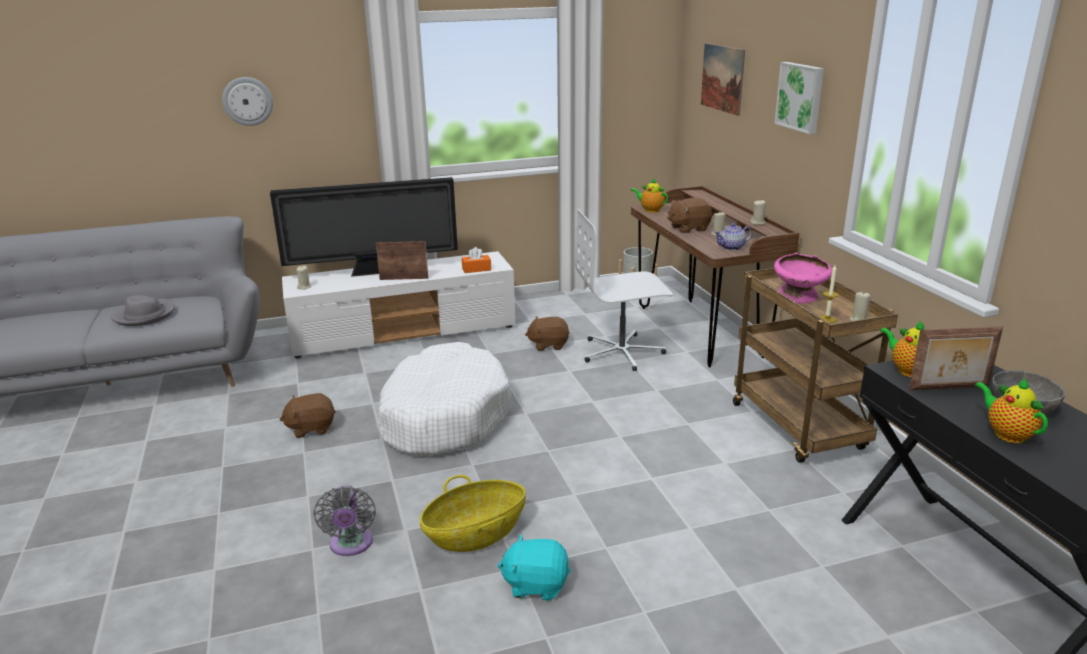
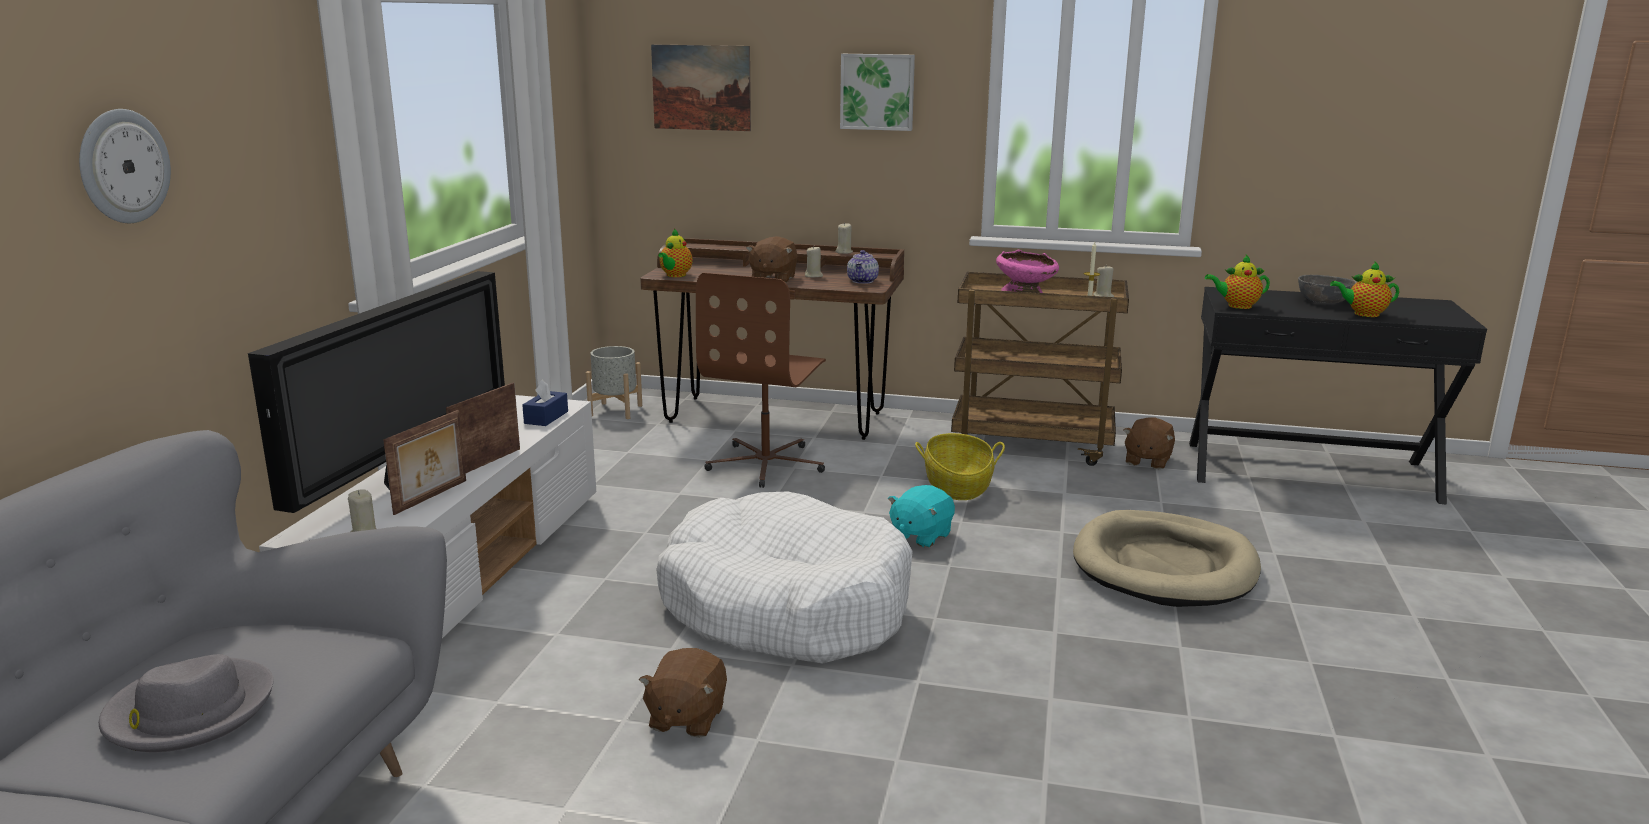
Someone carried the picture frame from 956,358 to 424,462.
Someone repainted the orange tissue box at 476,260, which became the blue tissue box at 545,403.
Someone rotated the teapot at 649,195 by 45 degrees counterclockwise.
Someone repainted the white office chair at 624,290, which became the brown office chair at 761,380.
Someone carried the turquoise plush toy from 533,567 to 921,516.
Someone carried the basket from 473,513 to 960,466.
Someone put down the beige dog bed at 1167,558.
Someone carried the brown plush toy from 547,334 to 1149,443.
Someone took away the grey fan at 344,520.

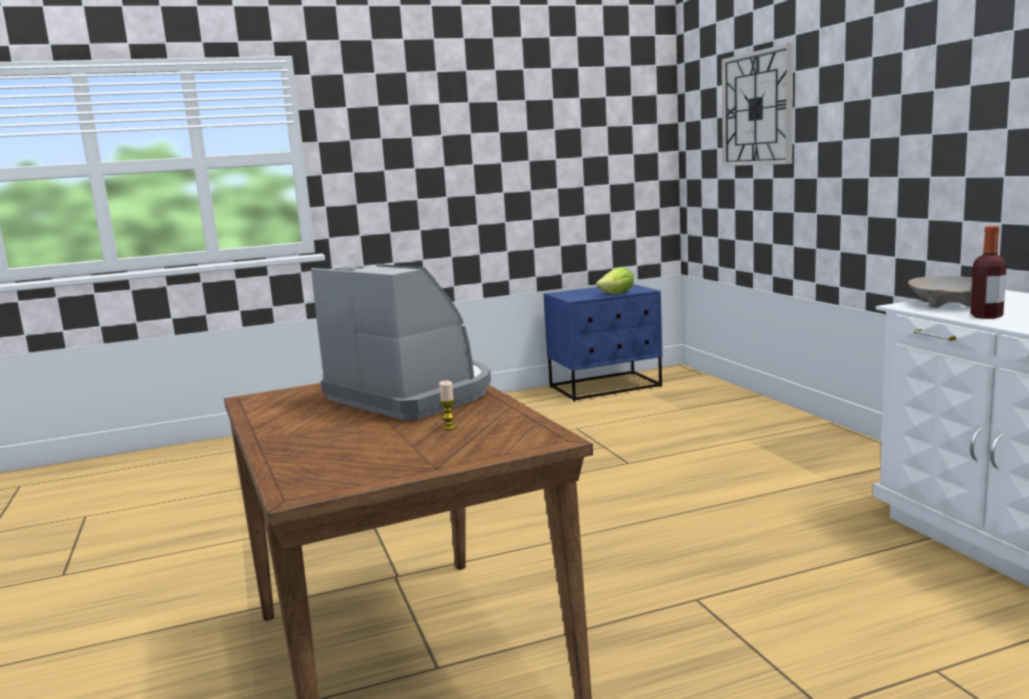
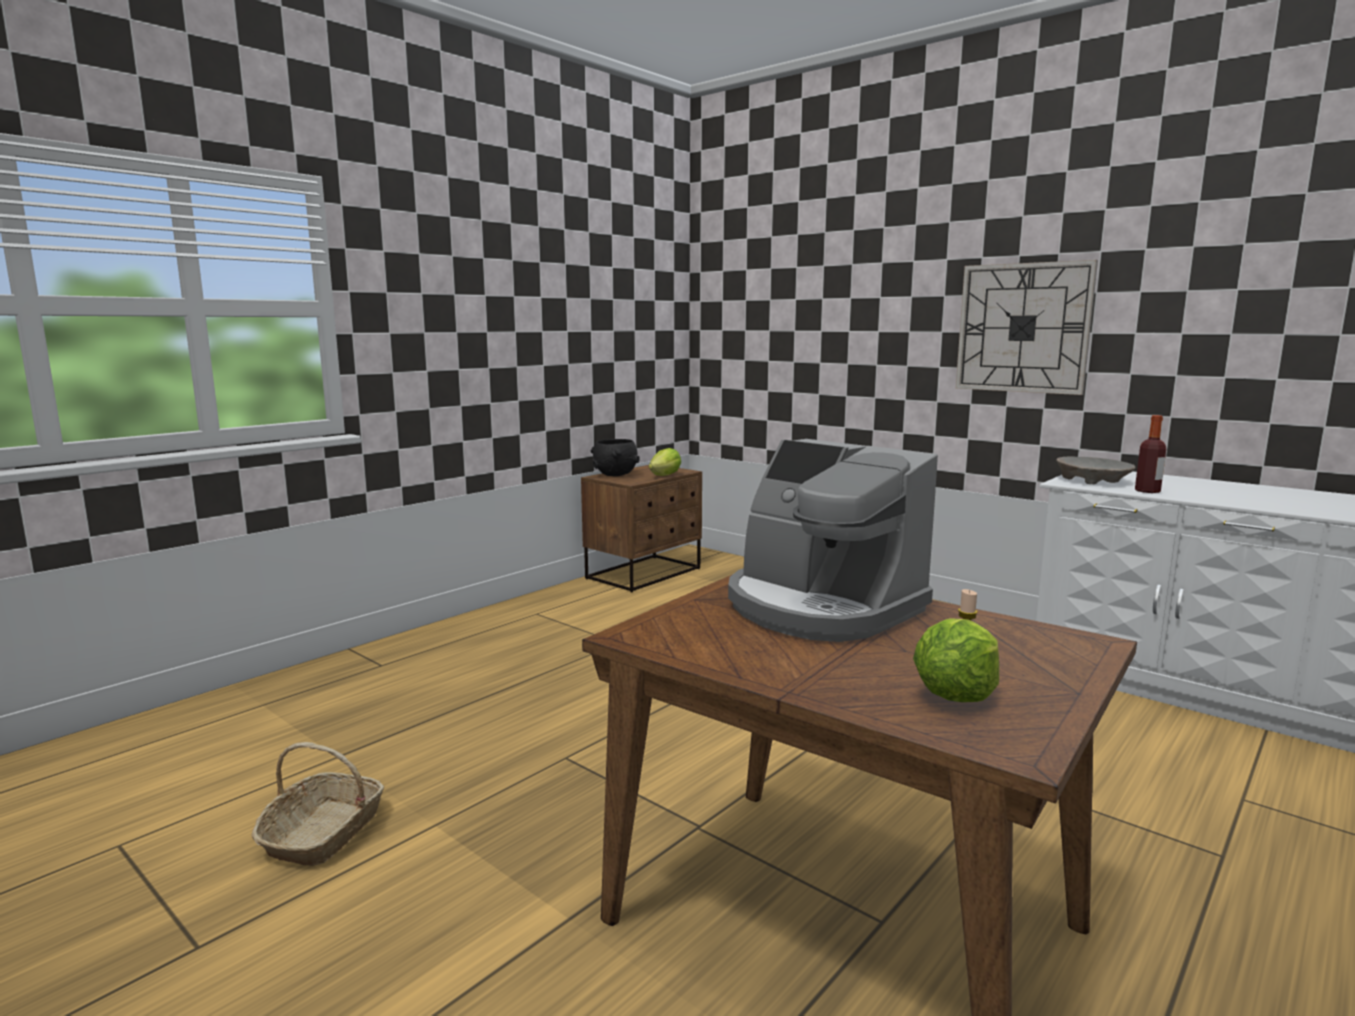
Someone put down the basket at 318,804.
Someone repainted the blue nightstand at 603,343, which became the brown nightstand at 641,529.
Someone put down the black bowl at 615,457.
Someone rotated the coffee machine at 401,342 by 150 degrees counterclockwise.
Someone put down the lettuce at 956,660.
Someone carried the wall clock from 757,104 to 1027,327.

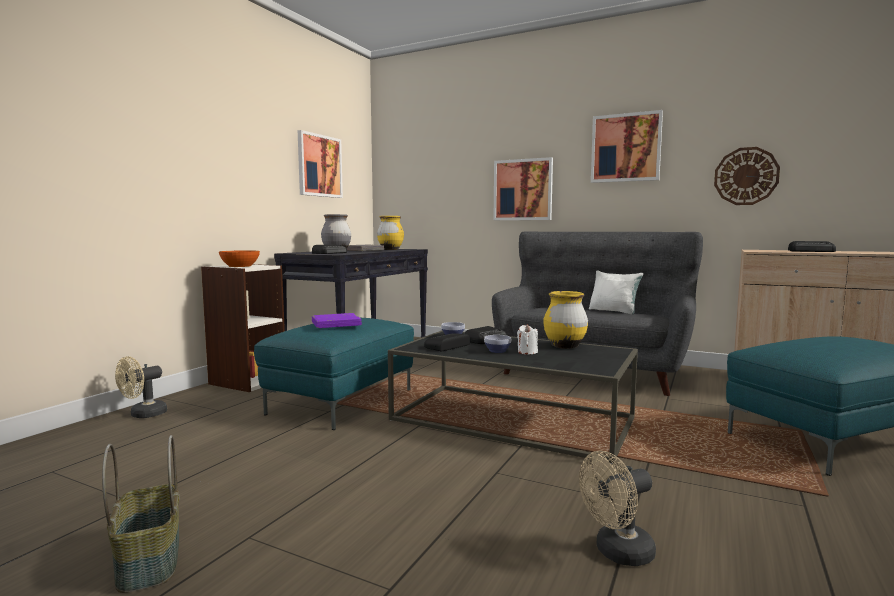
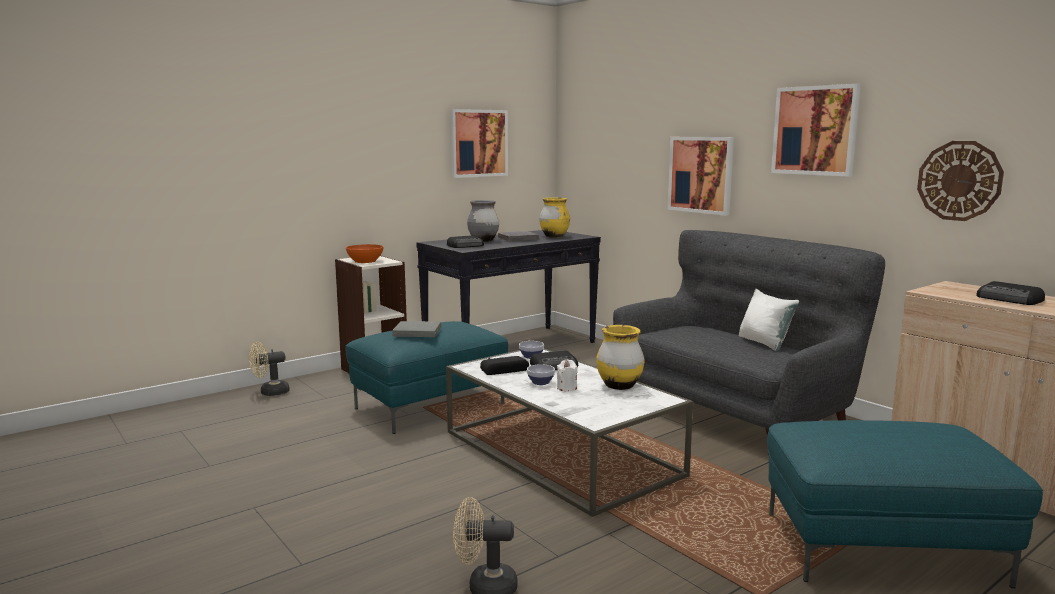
Someone repainted the purple book at 337,320, which became the grey book at 416,329.
Someone repainted the black coffee table at 513,397, which became the white coffee table at 569,432.
Someone took away the basket at 140,514.

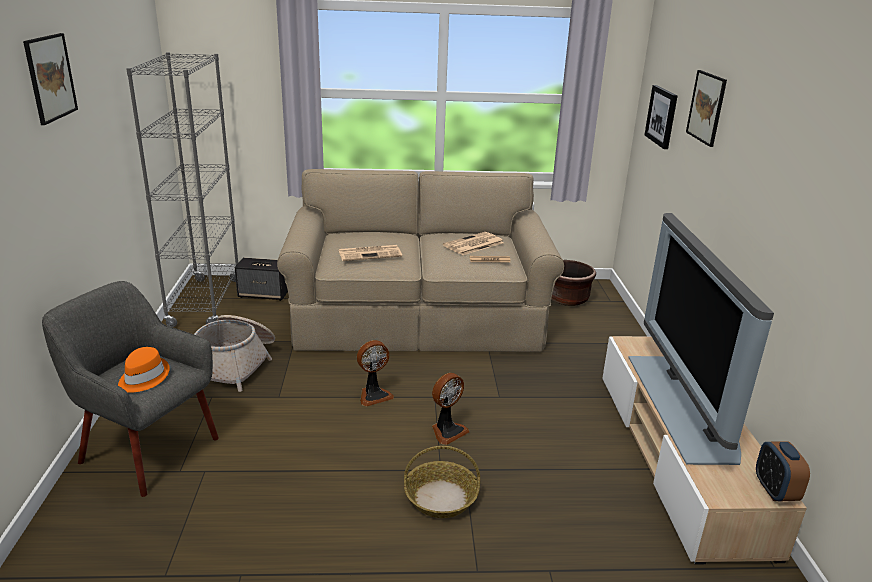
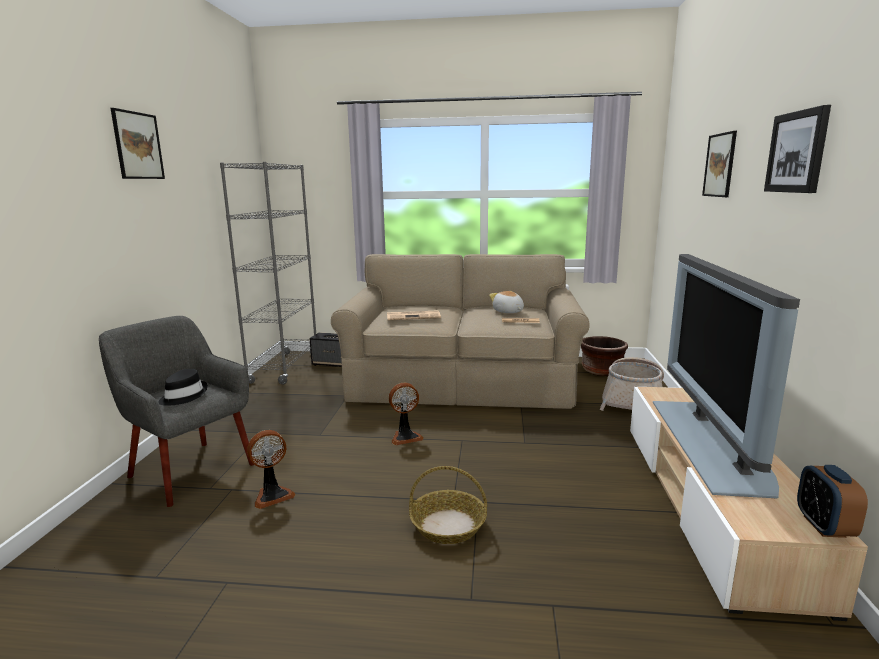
Someone repainted the orange hat at 144,370, which became the black hat at 183,387.
Someone carried the fan from 450,409 to 271,469.
Someone swapped the newspaper at 473,243 for the plush toy at 506,302.
Someone carried the basket from 234,353 to 632,384.
Someone carried the picture from 661,117 to 797,149.

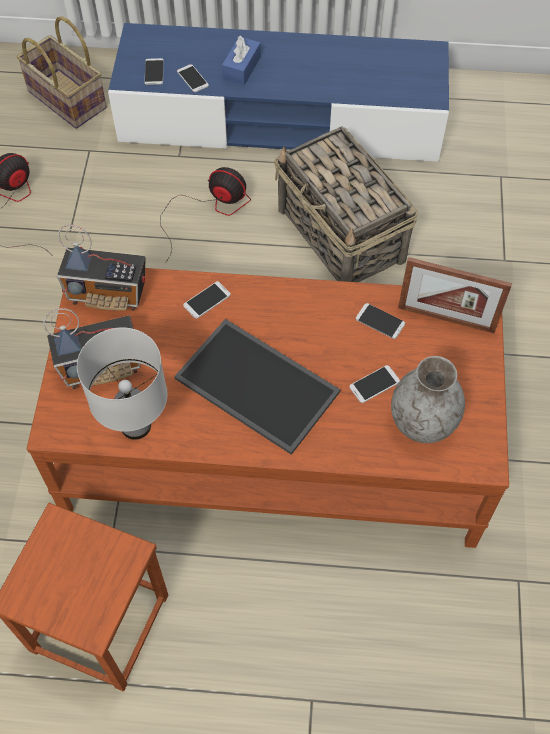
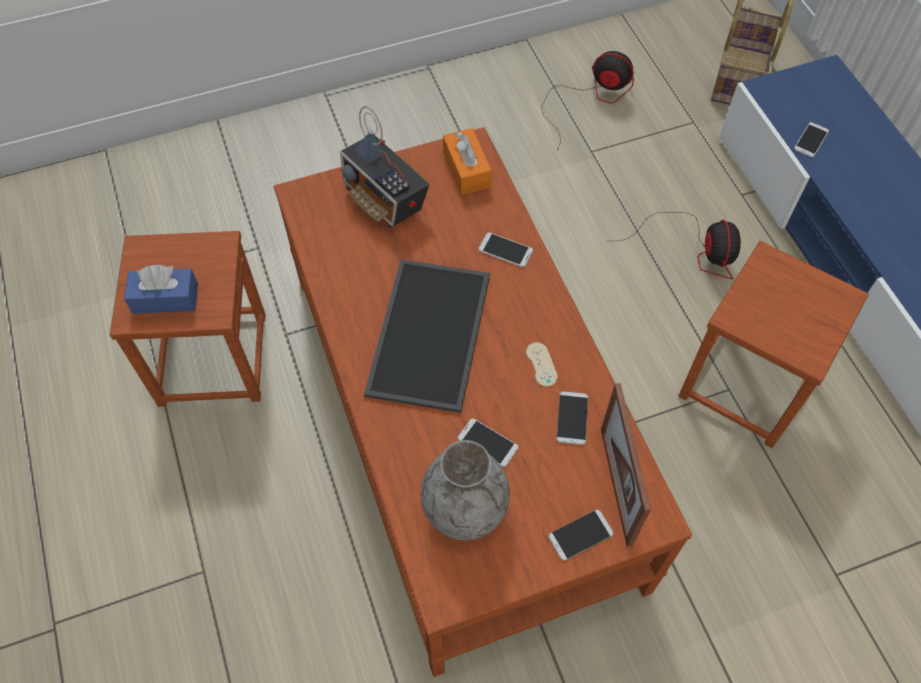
Someone carried the blue tissue box from 241,60 to 161,289.
Someone swapped the radio at 101,267 for the orange tissue box at 467,161.
Someone put down the beige game controller at 542,364.
Someone carried the phone from 154,71 to 580,535.
Someone swapped the basket at 346,204 for the brown stool at 774,344.
Someone took away the white table lamp at 122,383.

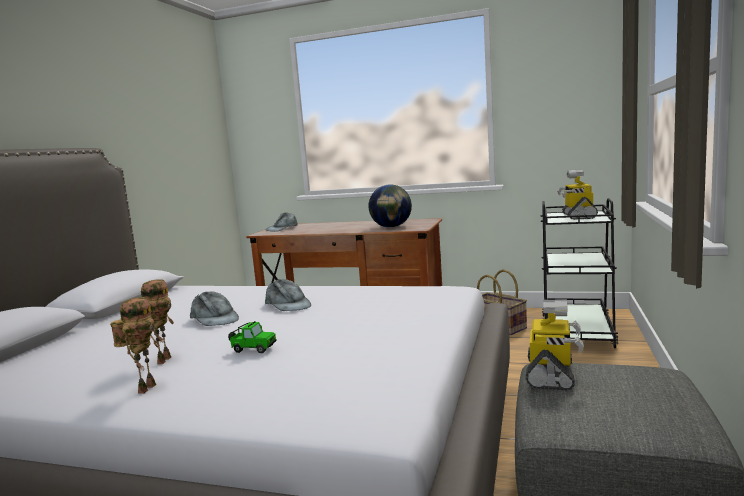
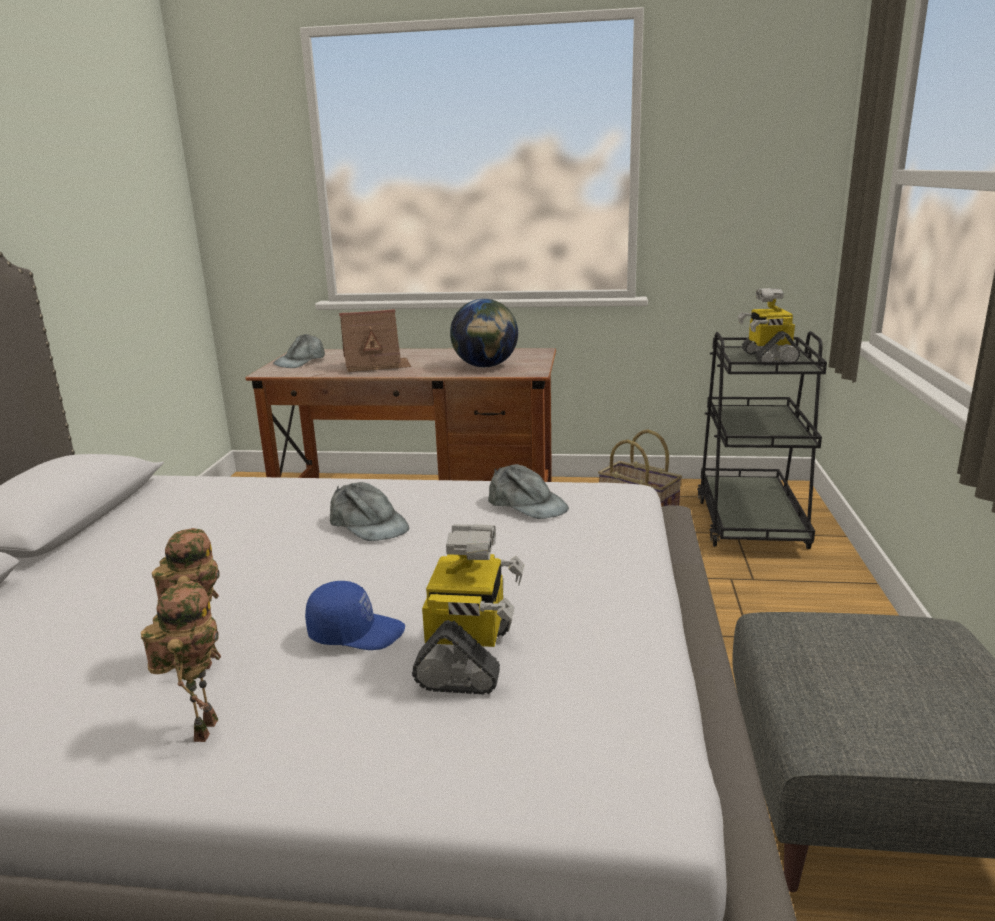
Someone swapped the toy car at 252,337 for the blue cap at 355,615.
Someone put down the toy house at 375,340.
Someone carried the toy robot from 555,344 to 468,609.
Someone carried the grey cap from 214,308 to 528,491.

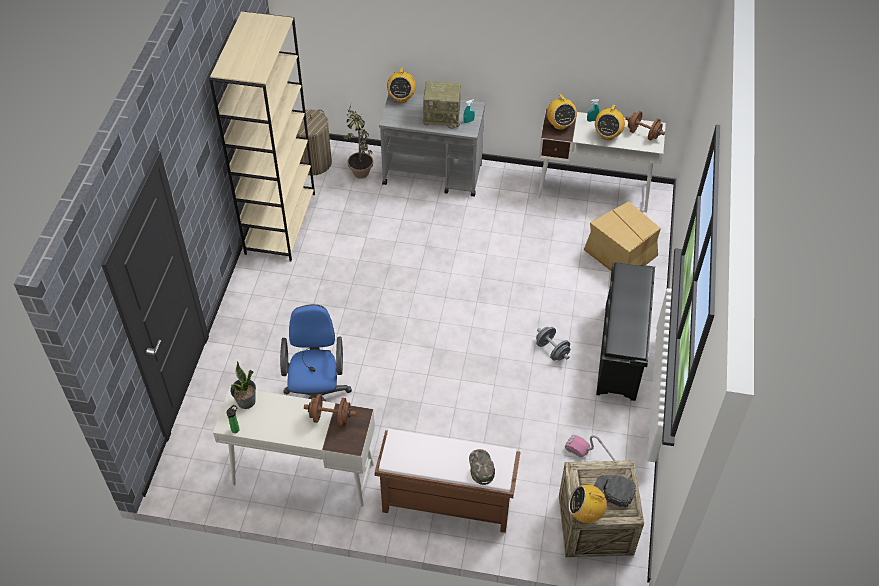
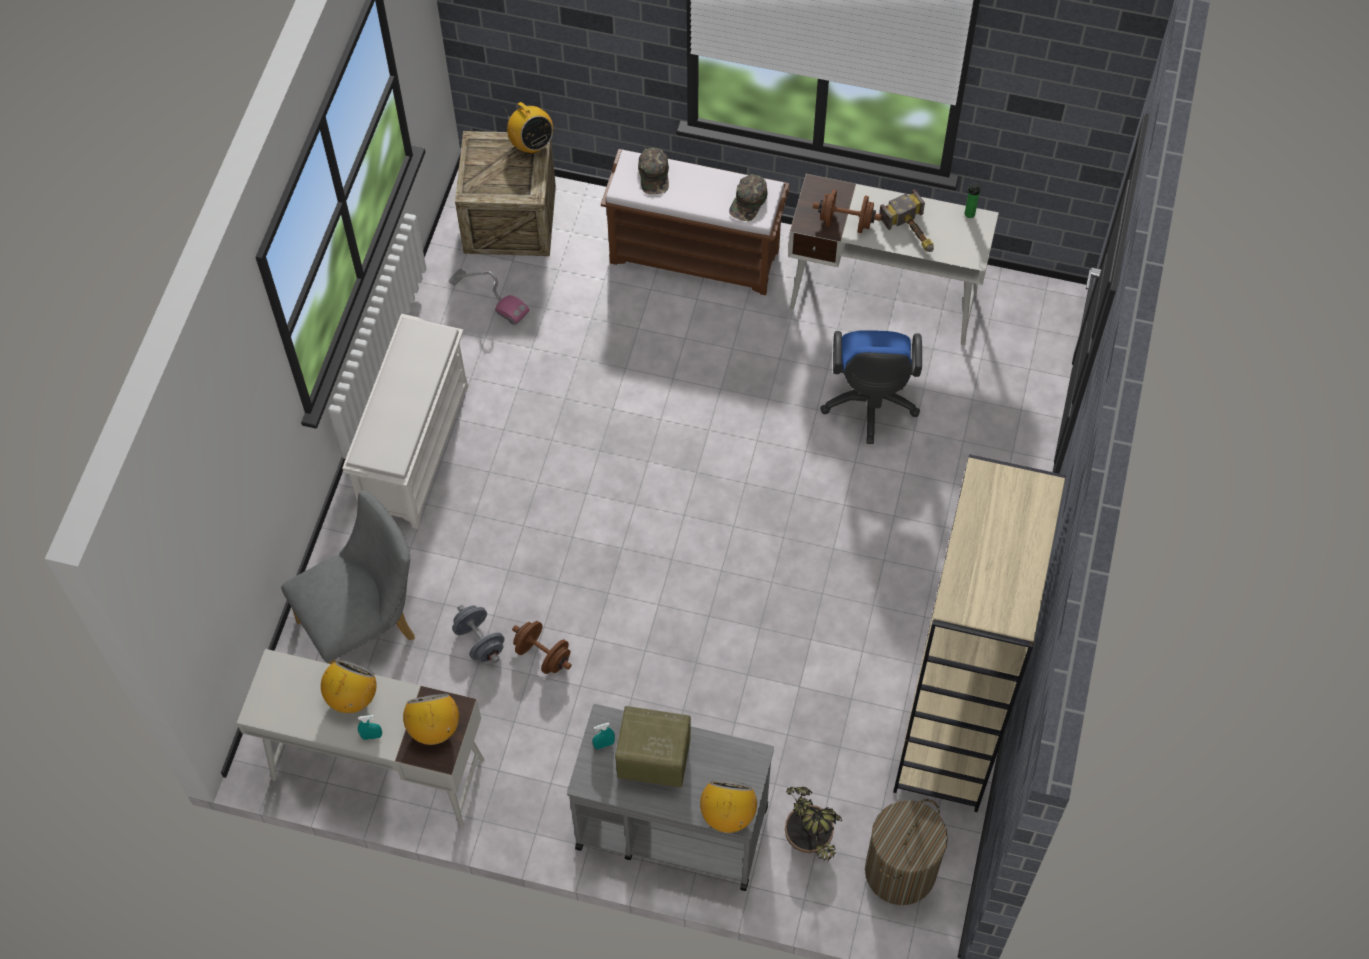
Someone swapped the cardboard box at 622,236 for the grey chair at 348,577.
Someone repainted the black shoe rack at 625,331, which became the white shoe rack at 405,421.
Someone carried the grey dumbbell from 553,344 to 478,634.
Someone rotated the radio at 587,504 by 45 degrees clockwise.
Someone carried the brown dumbbell from 645,126 to 542,647.
Someone put down the green cap at 748,197.
Someone put down the hammer at 906,220.
Someone took away the potted plant at 243,385.
Someone took away the black cap at 615,491.

